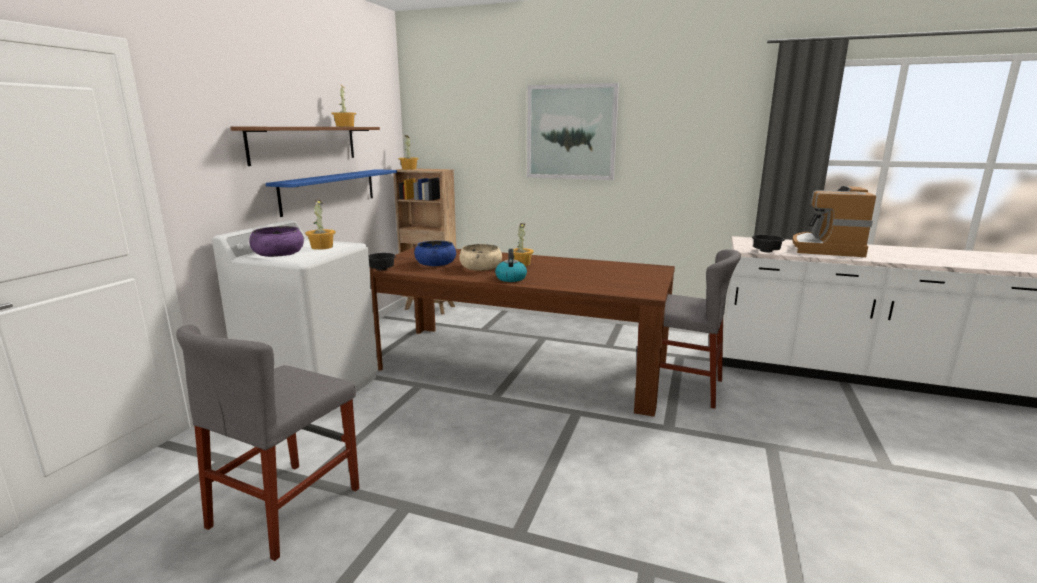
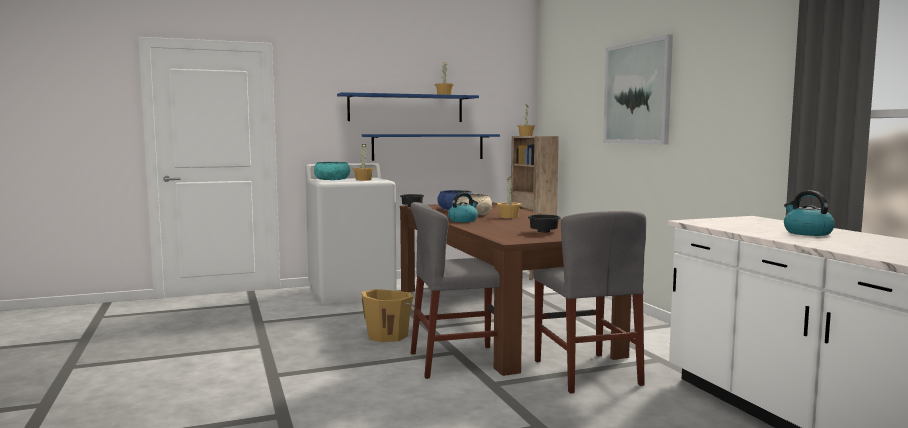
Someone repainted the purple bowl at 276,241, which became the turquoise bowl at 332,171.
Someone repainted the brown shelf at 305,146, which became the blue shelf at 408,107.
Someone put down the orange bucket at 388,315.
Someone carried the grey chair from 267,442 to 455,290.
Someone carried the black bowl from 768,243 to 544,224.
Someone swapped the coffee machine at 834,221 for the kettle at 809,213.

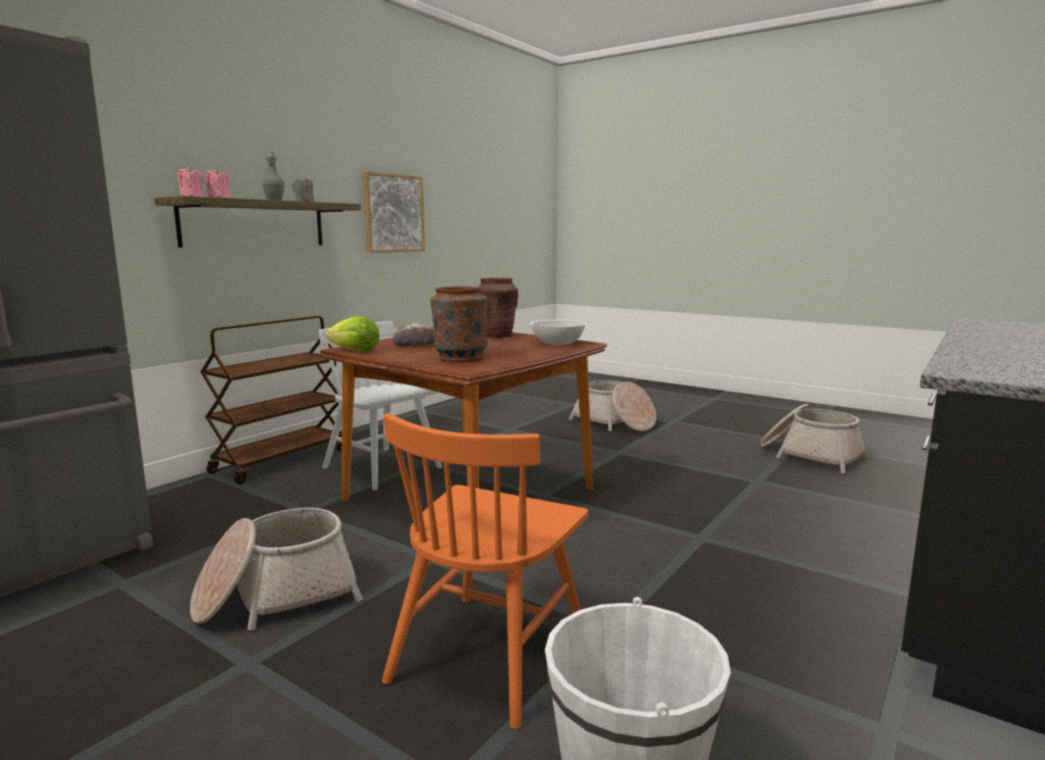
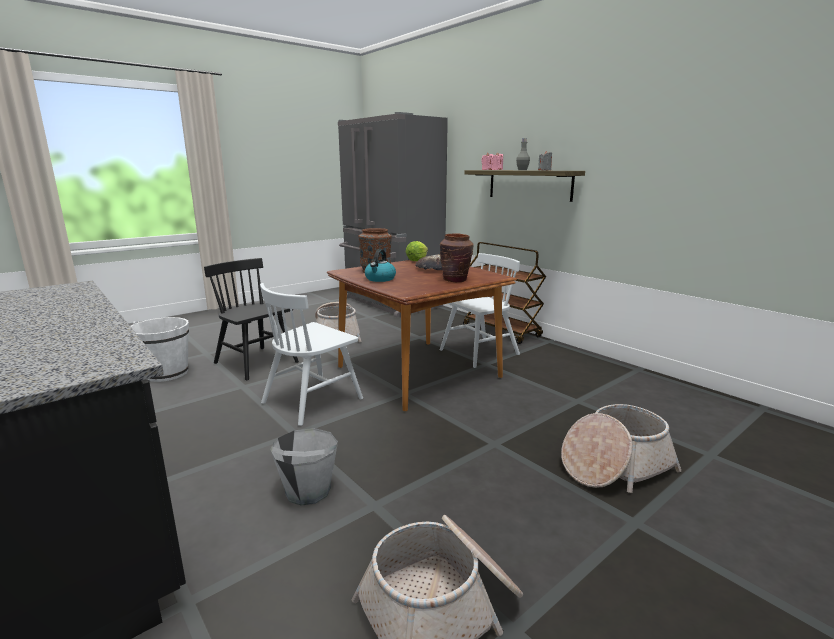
Someone repainted the orange chair at 485,571, which became the black chair at 251,319.
Someone put down the white chair at 311,354.
Someone put down the grey bucket at 304,467.
Someone put down the kettle at 380,265.
Someone took away the picture at 394,212.
Someone took away the white bowl at 558,332.

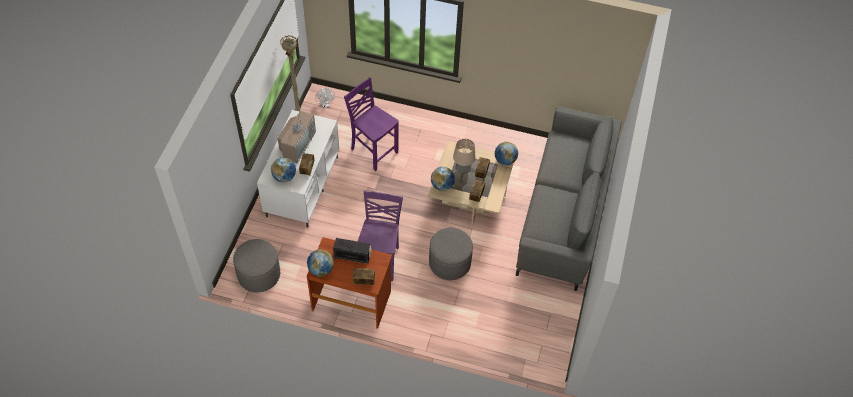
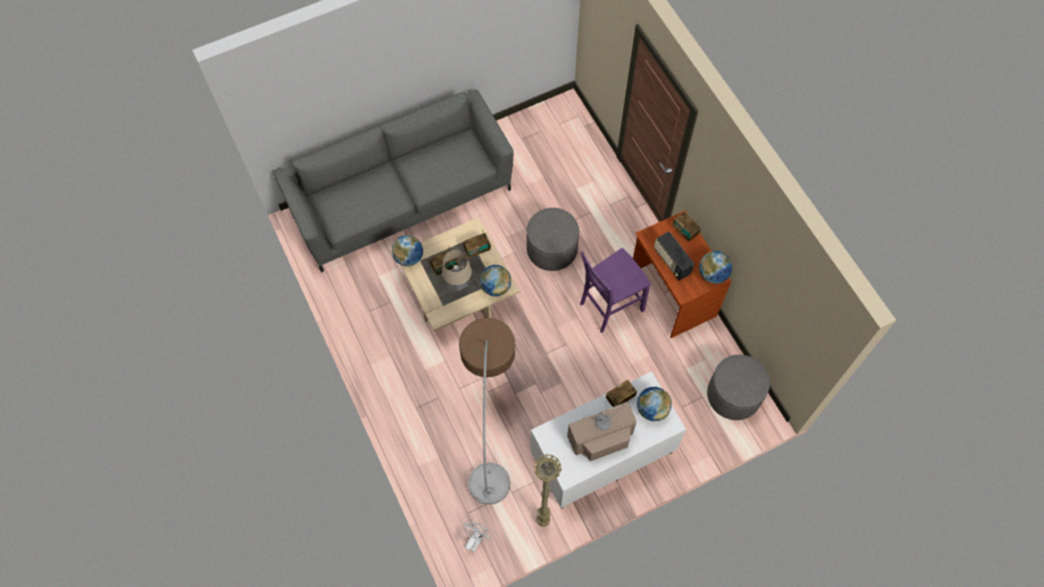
Someone swapped the purple chair at 371,124 for the floor lamp at 487,411.

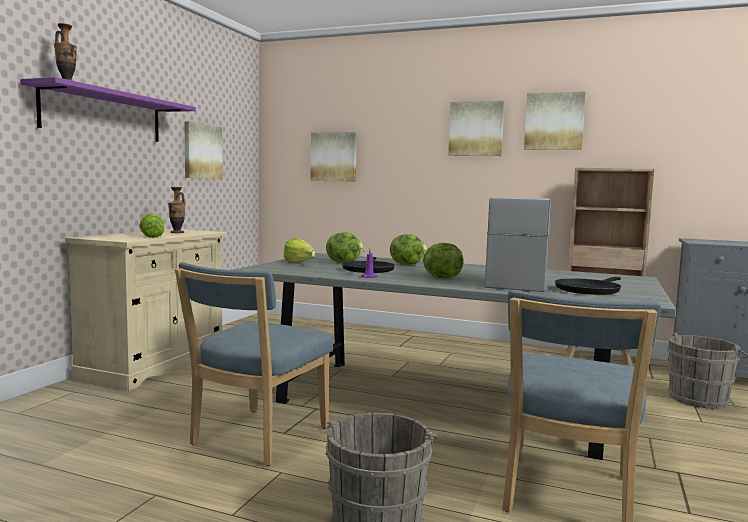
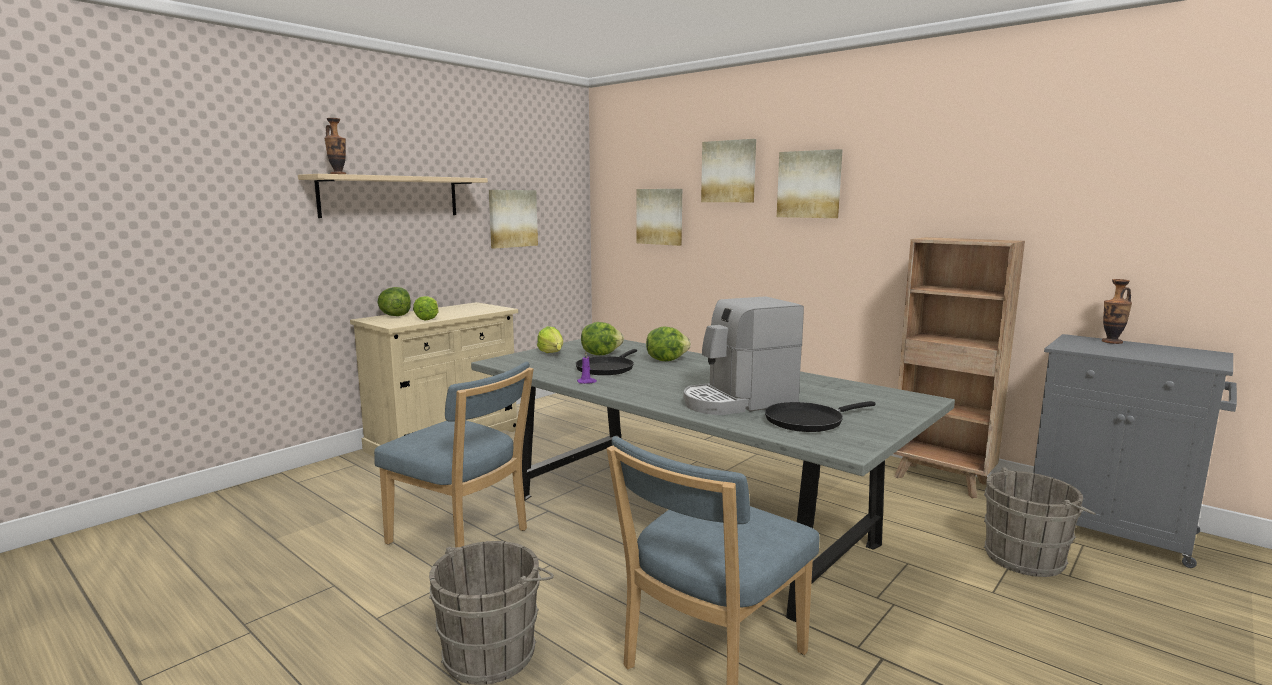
Someone repainted the purple shelf at 108,109, which became the beige shelf at 393,196.
Someone rotated the blue chair at 254,364 by 105 degrees counterclockwise.
Someone carried the lettuce from 443,260 to 394,301.
Someone rotated the coffee machine at 518,244 by 150 degrees counterclockwise.
Someone carried the picture from 555,120 to 728,170.
Someone carried the vase from 177,210 to 1117,311.

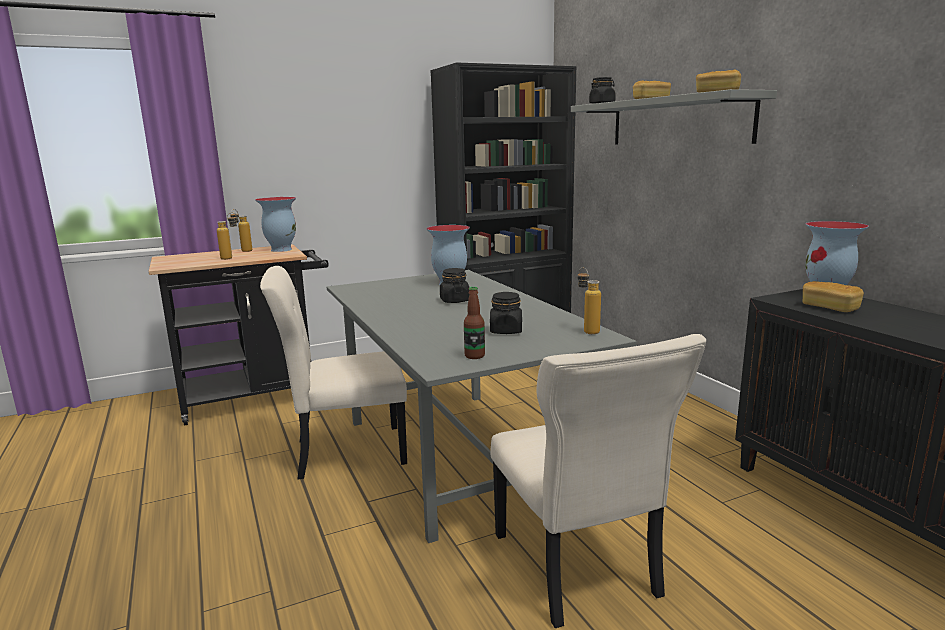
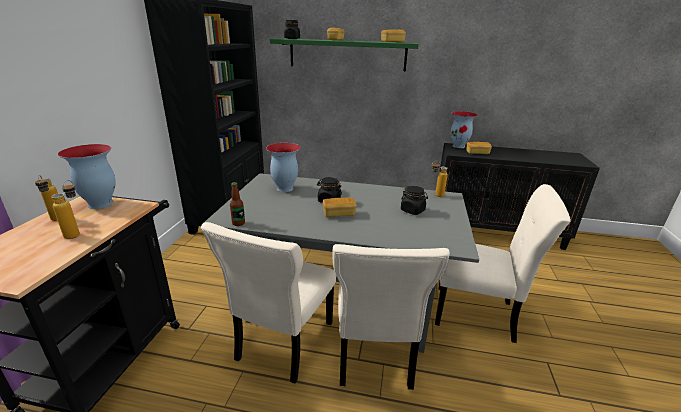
Someone carried the bottle from 474,323 to 237,204.
Someone repainted the grey shelf at 674,117, which became the green shelf at 344,54.
Someone put down the bread at 339,207.
Someone put down the beige chair at 391,317.

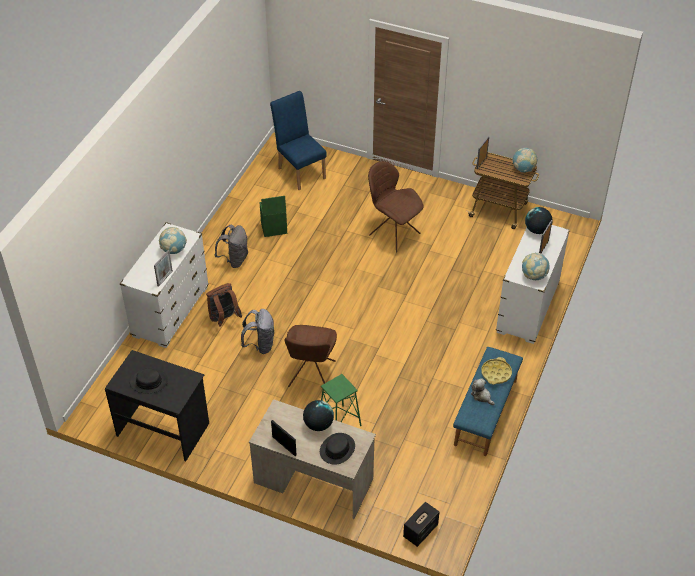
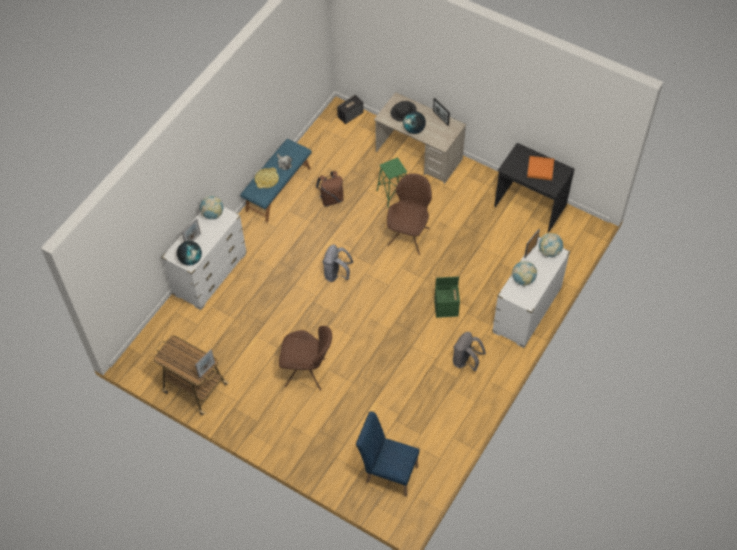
Someone rotated the brown chair at 396,206 by 45 degrees counterclockwise.
Someone carried the brown backpack from 224,305 to 330,189.
Someone carried the grey backpack from 257,331 to 337,263.
Someone rotated the blue chair at 298,140 by 135 degrees clockwise.
Someone carried the green storage box from 273,216 to 447,297.
Someone swapped the black hat at 149,381 for the orange tray at 540,168.
Someone carried the globe from 524,160 to 551,245.

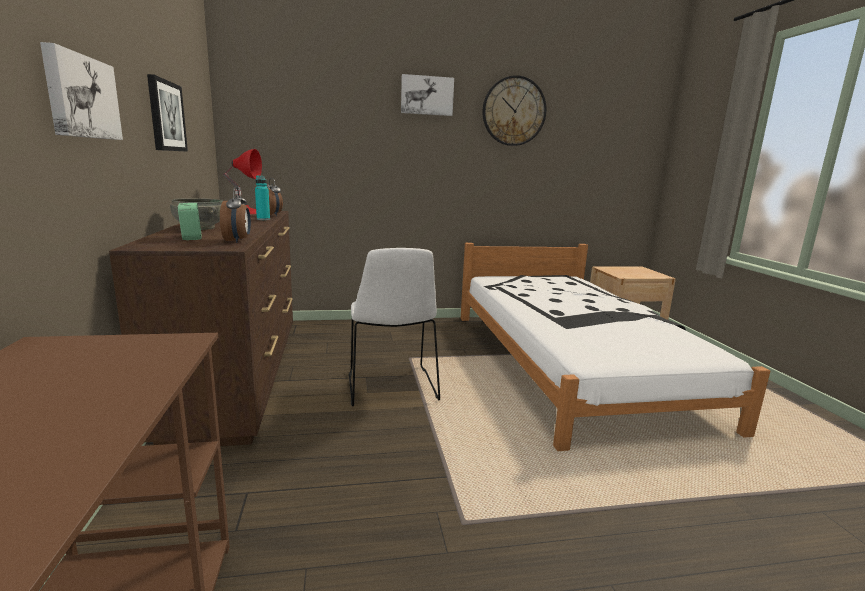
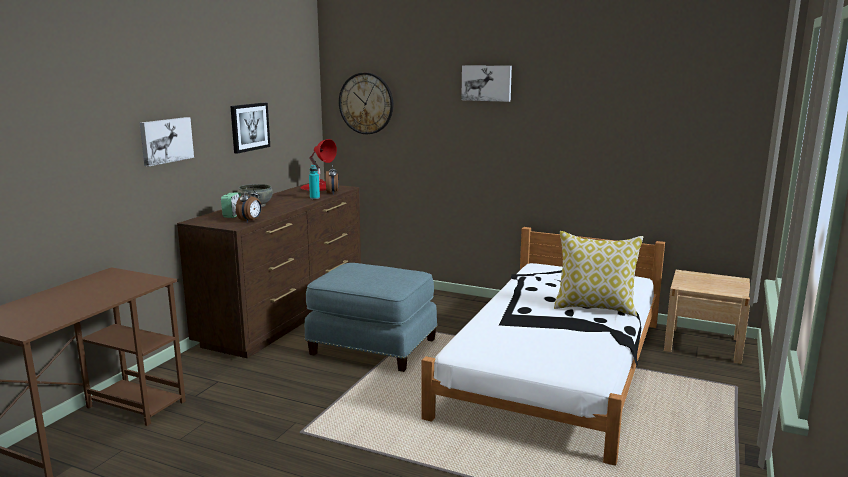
Someone swapped the white chair at 394,327 for the blue ottoman at 371,317.
Someone carried the wall clock from 514,110 to 366,103.
Someone put down the pillow at 598,273.

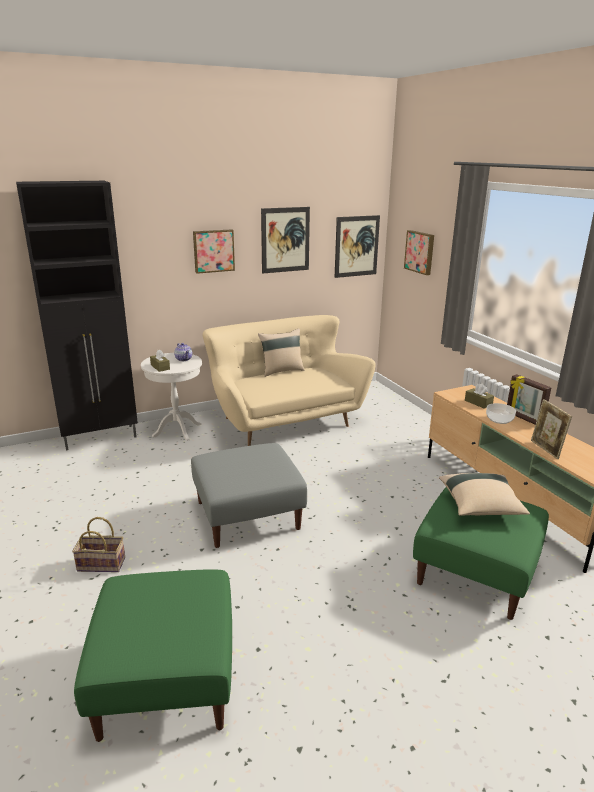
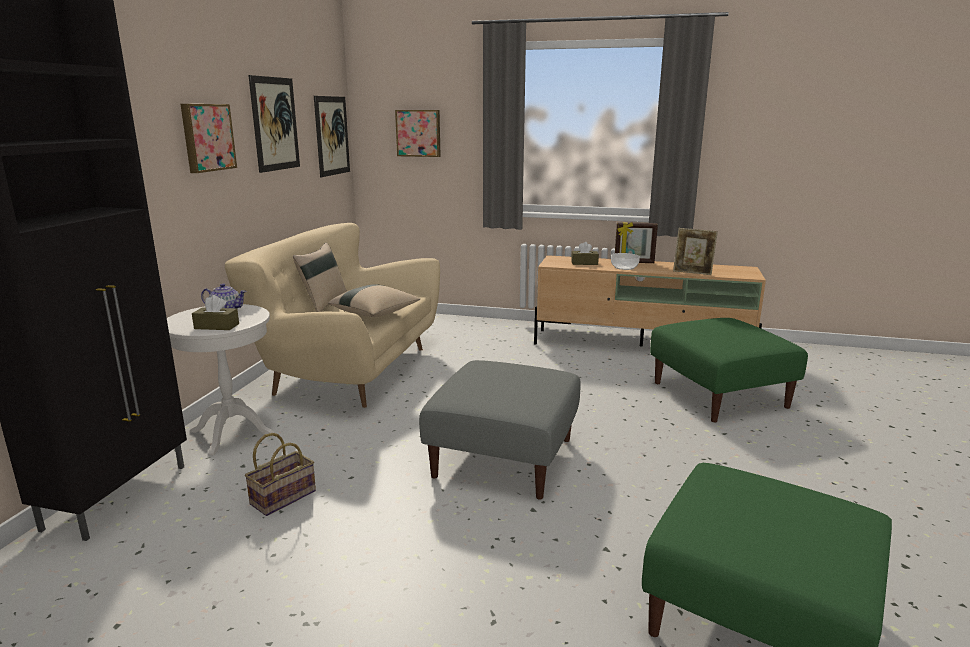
Someone carried the basket from 98,544 to 280,474.
Someone carried the beige pillow from 484,494 to 374,300.

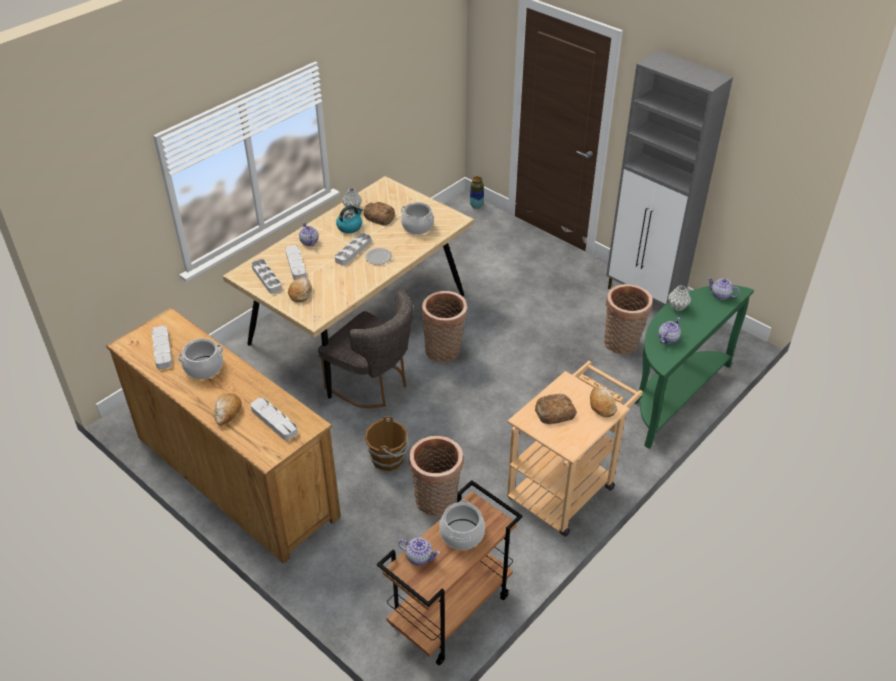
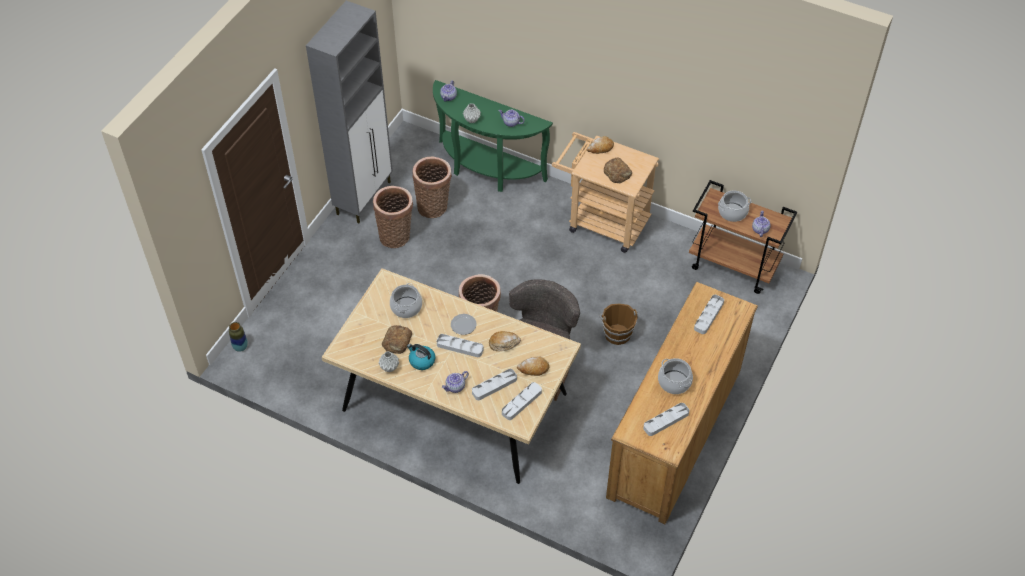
Someone carried the basket from 436,476 to 393,217.
Someone carried the bread from 227,409 to 505,341.

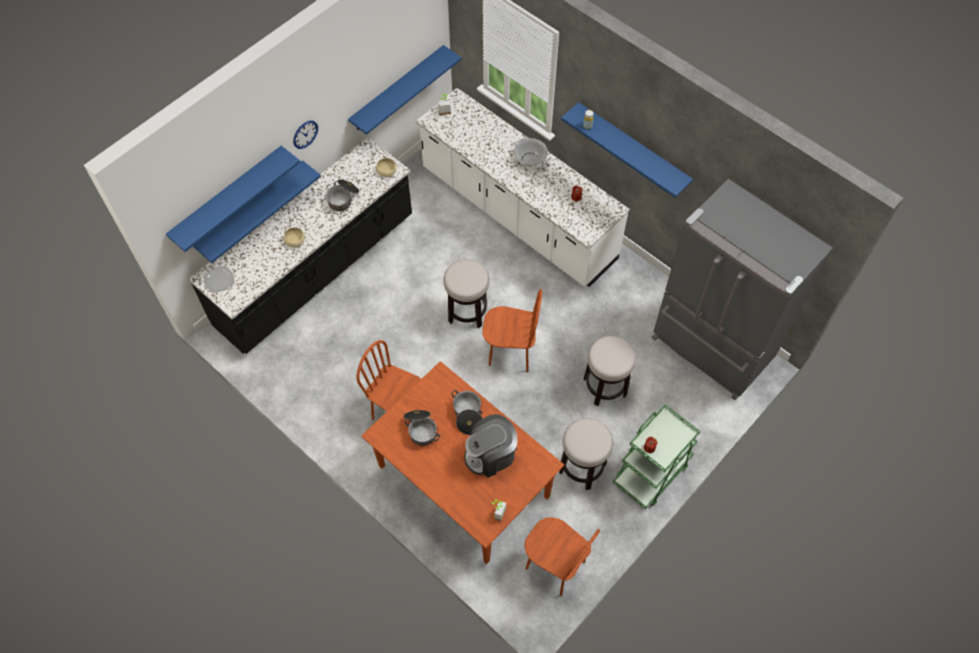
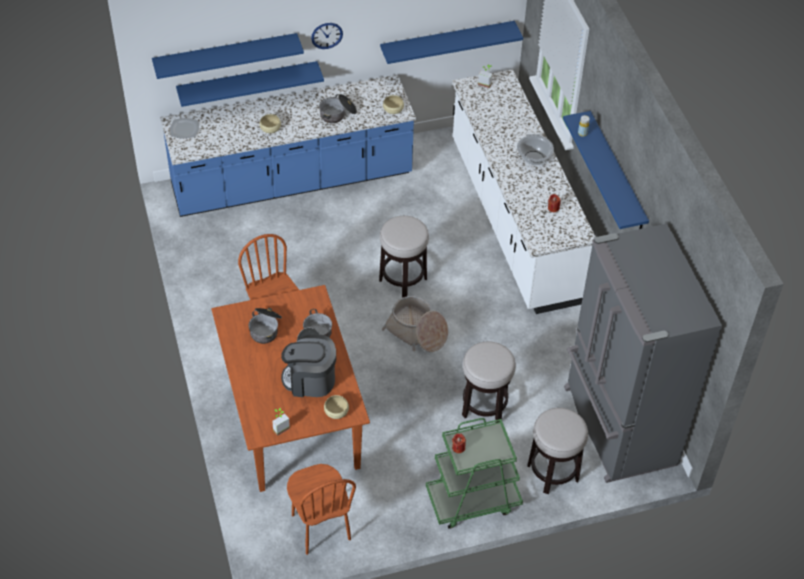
Someone repainted the black counter at 300,245, which became the blue counter at 288,146.
Someone put down the beige bowl at 336,407.
Someone swapped the brown chair at 512,330 for the basket at 415,324.
Someone carried the stool from 586,454 to 557,451.

